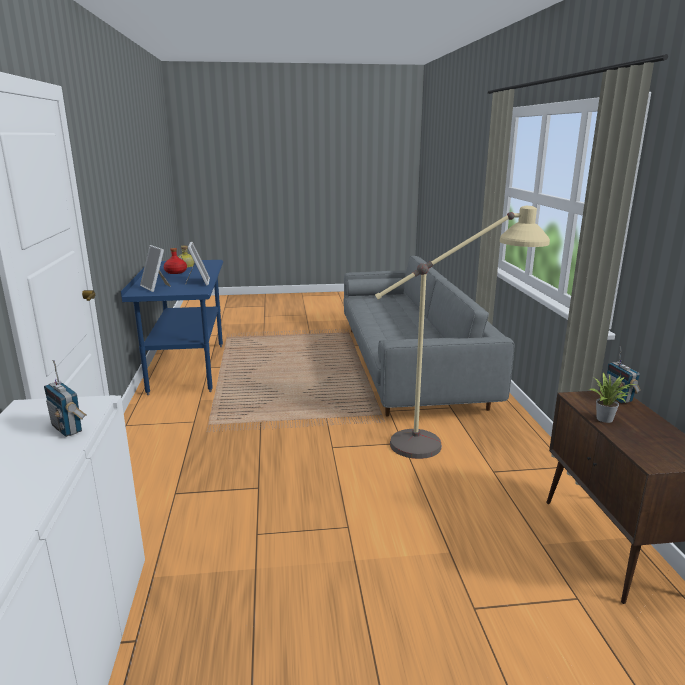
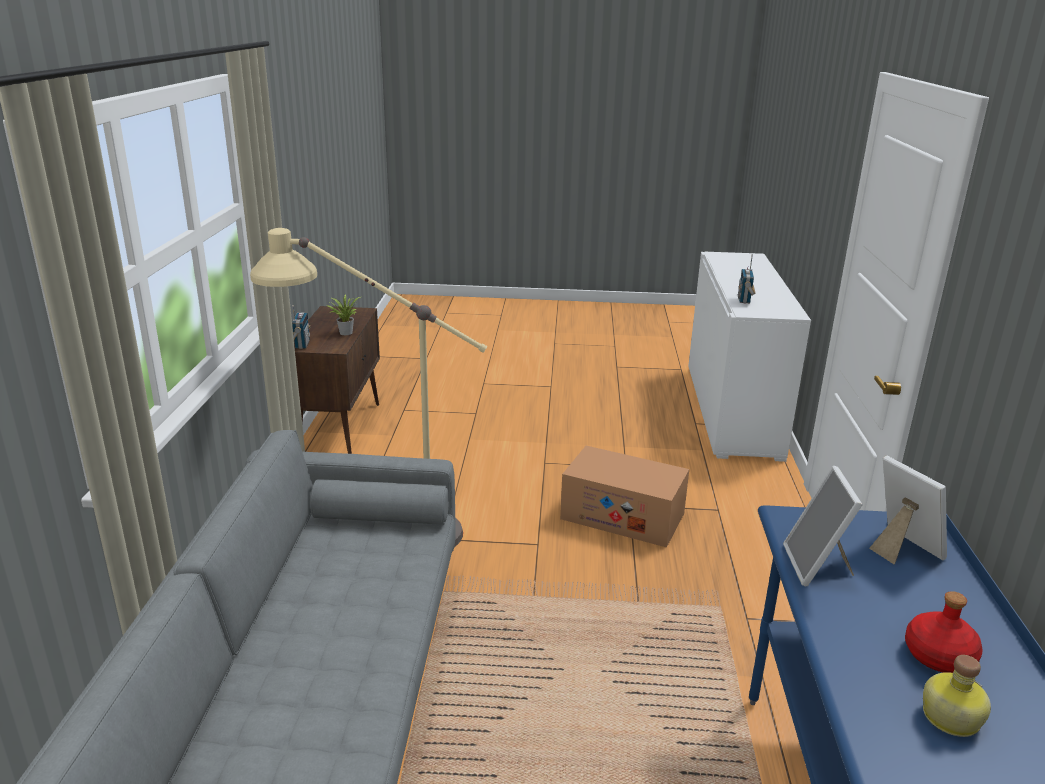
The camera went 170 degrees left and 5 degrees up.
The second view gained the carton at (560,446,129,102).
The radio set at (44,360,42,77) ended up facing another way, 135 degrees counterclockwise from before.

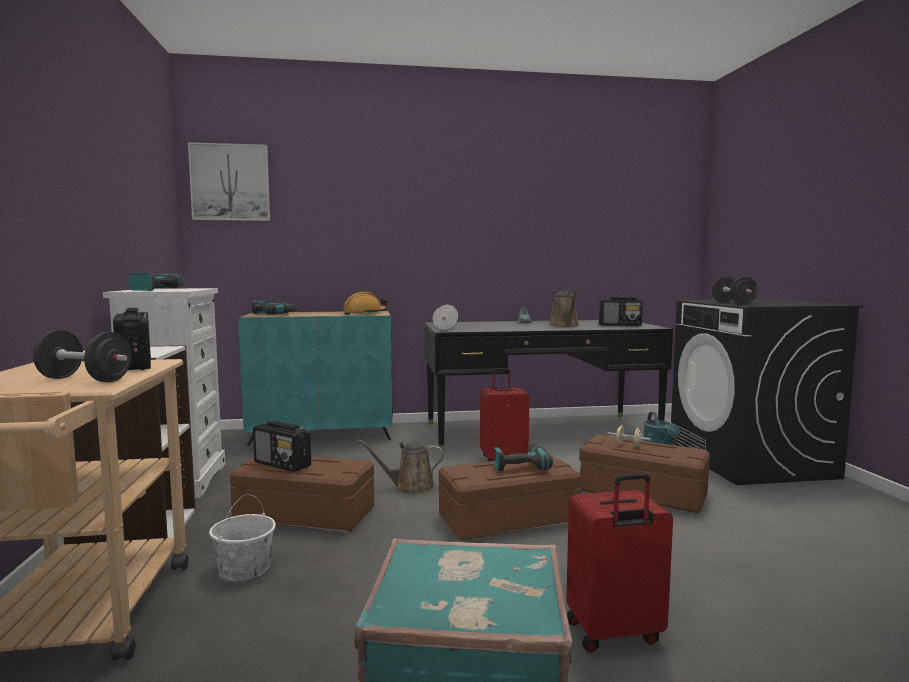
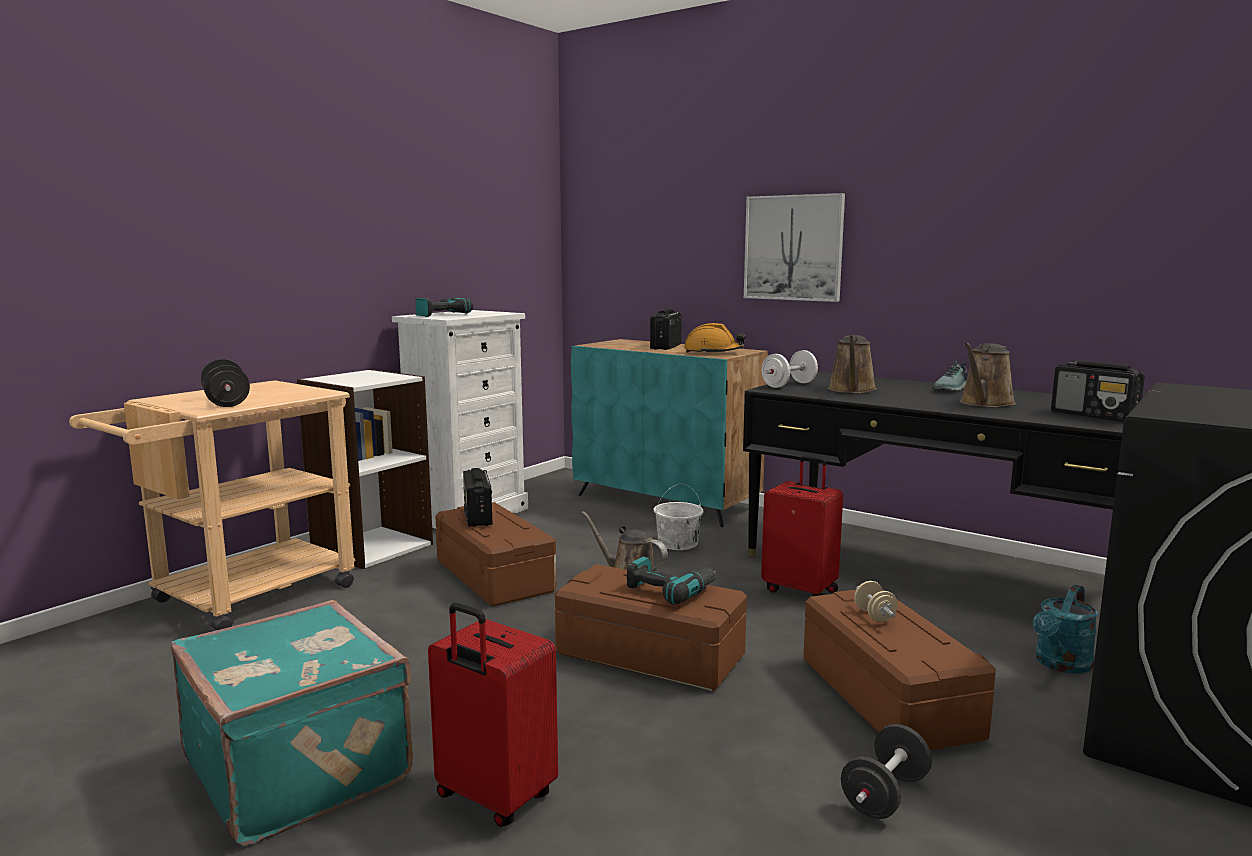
The camera went 45 degrees right and 5 degrees up.
The radio set ended up elsewhere, having gone from (113,308,38,63) to (650,309,32,41).
The white-coloured bucket ended up elsewhere, having gone from (209,494,67,87) to (654,483,50,67).
The wall picture ended up elsewhere, having gone from (188,142,82,79) to (744,193,101,109).
The second view gained the brown sprinkling can at (828,335,49,58).
The black-coloured hand weight ended up elsewhere, having gone from (712,276,46,28) to (841,724,91,95).
The second view lost the drill at (252,301,47,14).

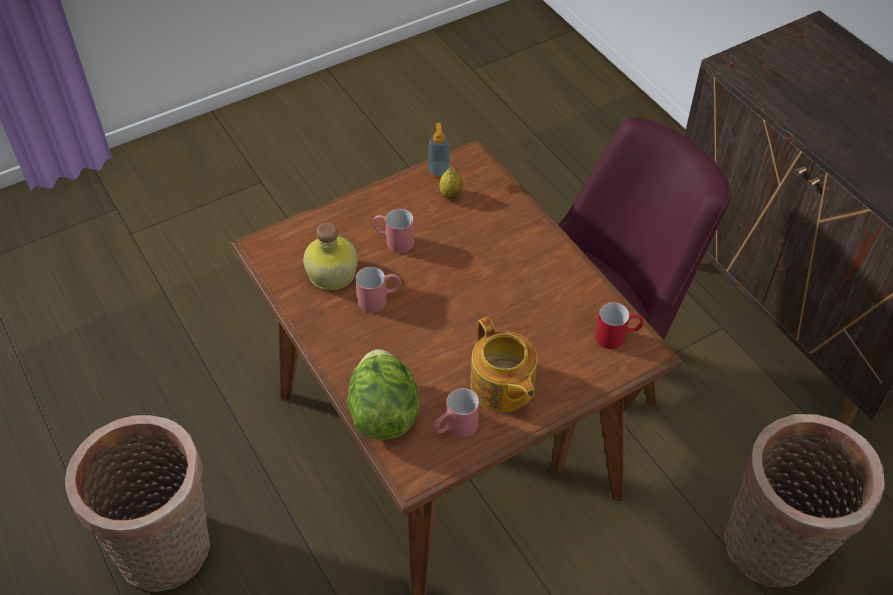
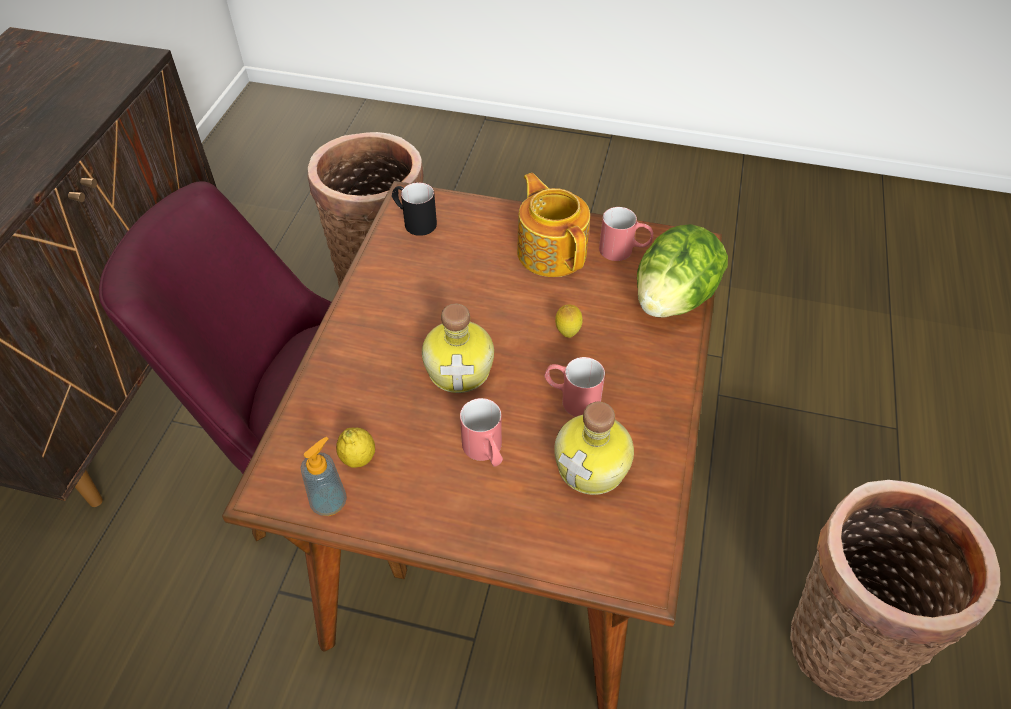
The camera went 135 degrees left and 0 degrees up.
What was the red-coloured tea mug at (595,302,49,47) turned into the black-coloured tea mug at (392,182,45,54).
The second view gained the bottle at (422,304,72,89).
The teapot at (470,317,67,95) ended up facing another way, 45 degrees counterclockwise from before.
The second view gained the citrus fruit at (555,304,28,34).

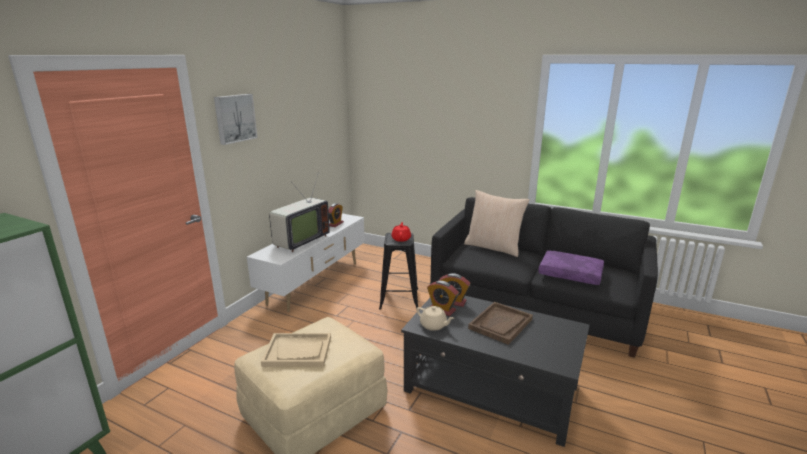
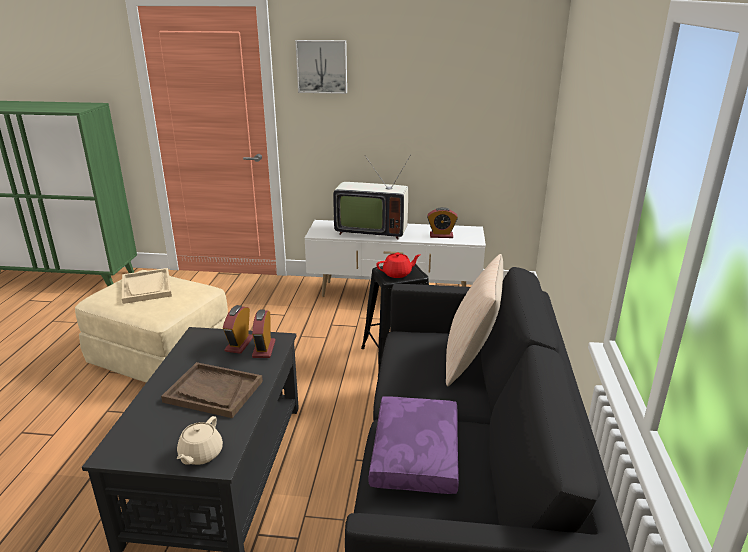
The camera went 70 degrees right and 5 degrees up.
The beige-coloured teapot ended up elsewhere, having gone from (416,306,38,25) to (177,416,46,49).

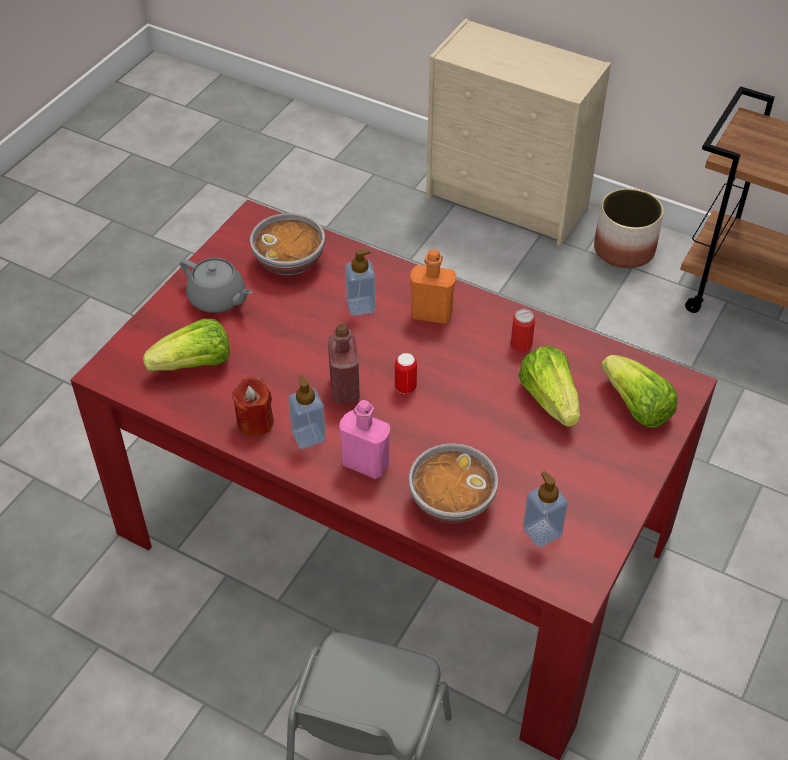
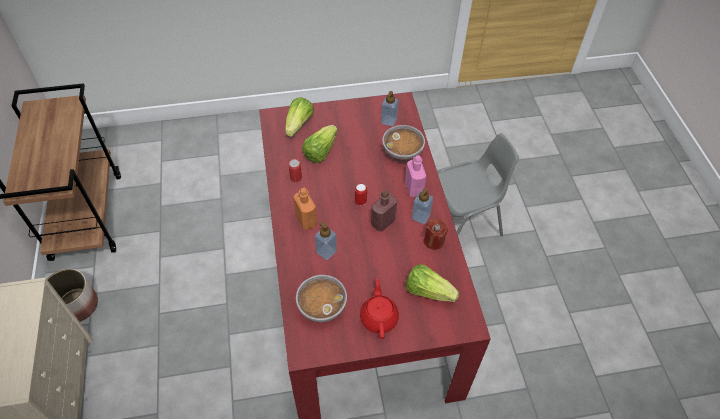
The camera went 130 degrees left and 5 degrees up.
What was the grey teapot at (180,258,73,55) turned into the red-coloured teapot at (360,278,39,61).

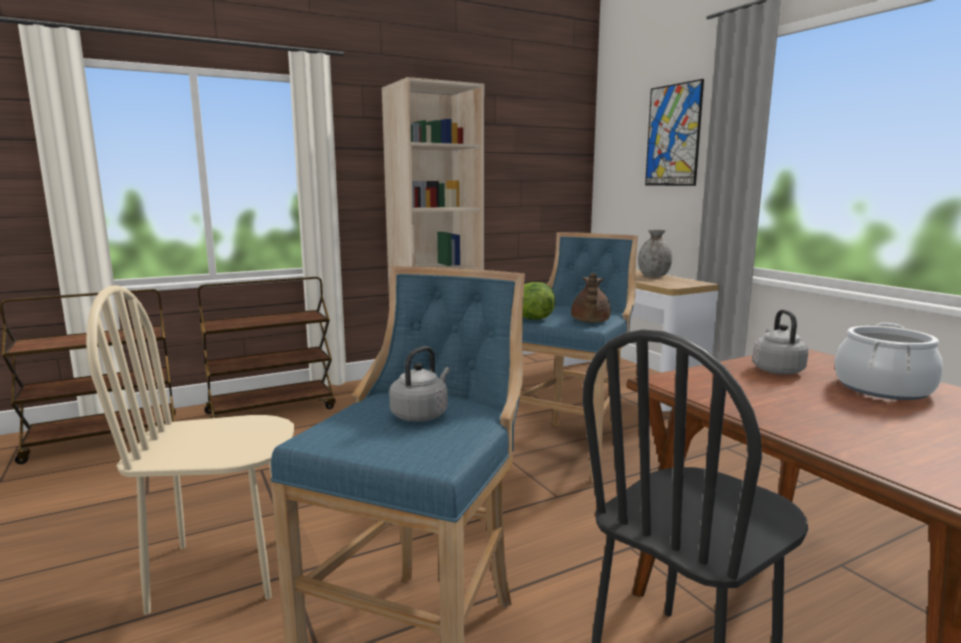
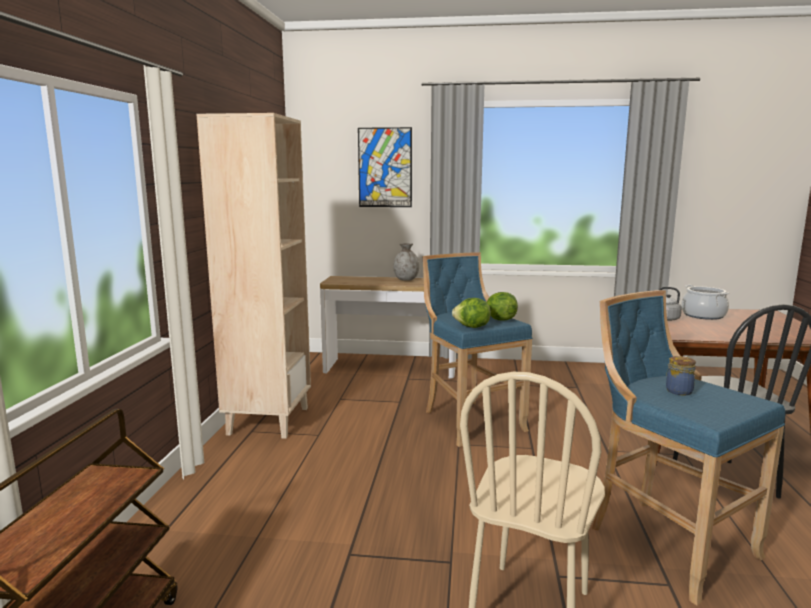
The camera went 55 degrees left and 0 degrees up.
Where the brown teapot stood at (571,273,40,50), the head of lettuce came to stand at (487,292,31,29).
Where the grey tea kettle stood at (389,346,61,76), the preserve jar came to stand at (666,356,30,39).
The second view lost the brown trolley at (198,277,137,141).

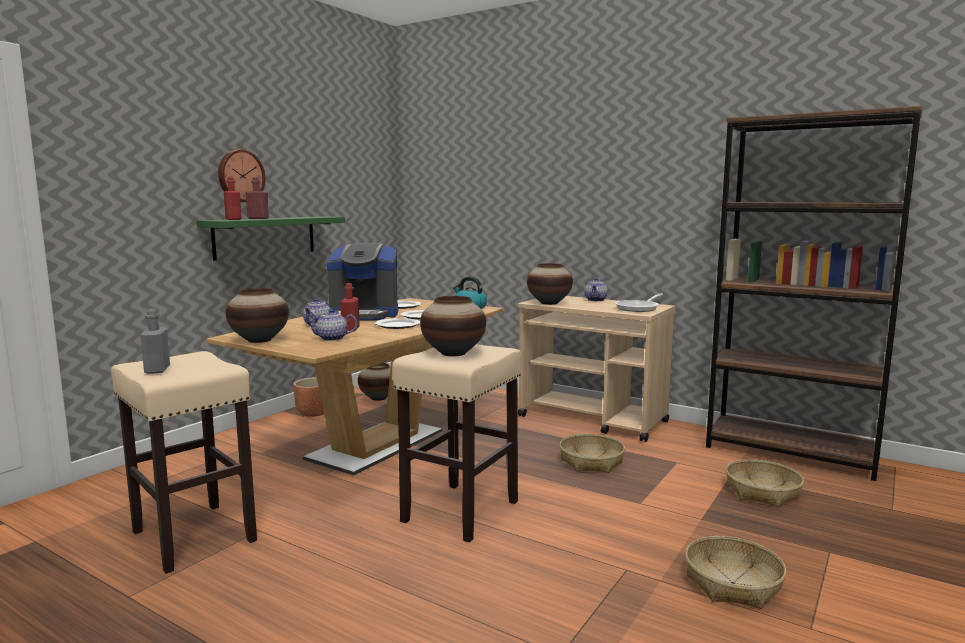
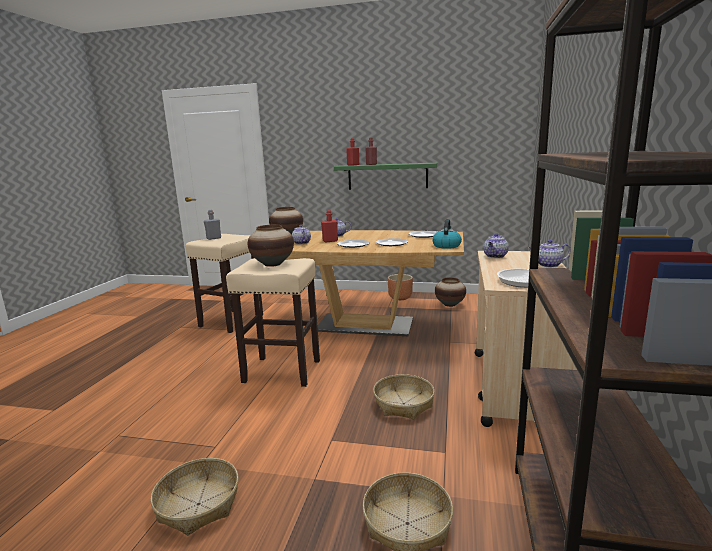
The camera went 70 degrees right and 5 degrees up.
Where the vase stood at (527,263,46,42), the teapot came to stand at (483,233,26,25).
The second view lost the wall clock at (218,150,48,52).
The second view lost the coffee brewer at (327,243,71,77).

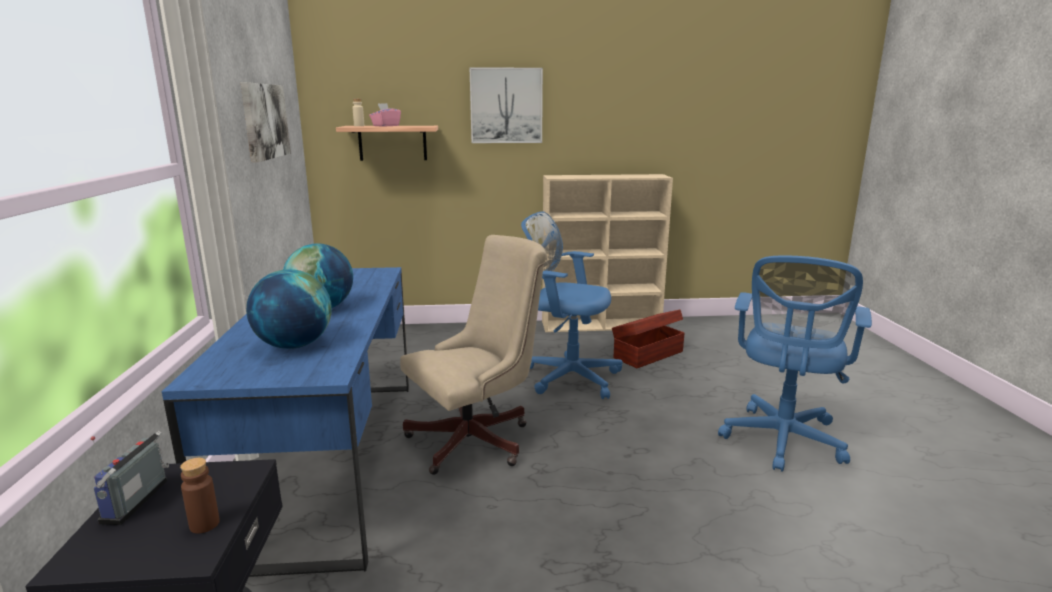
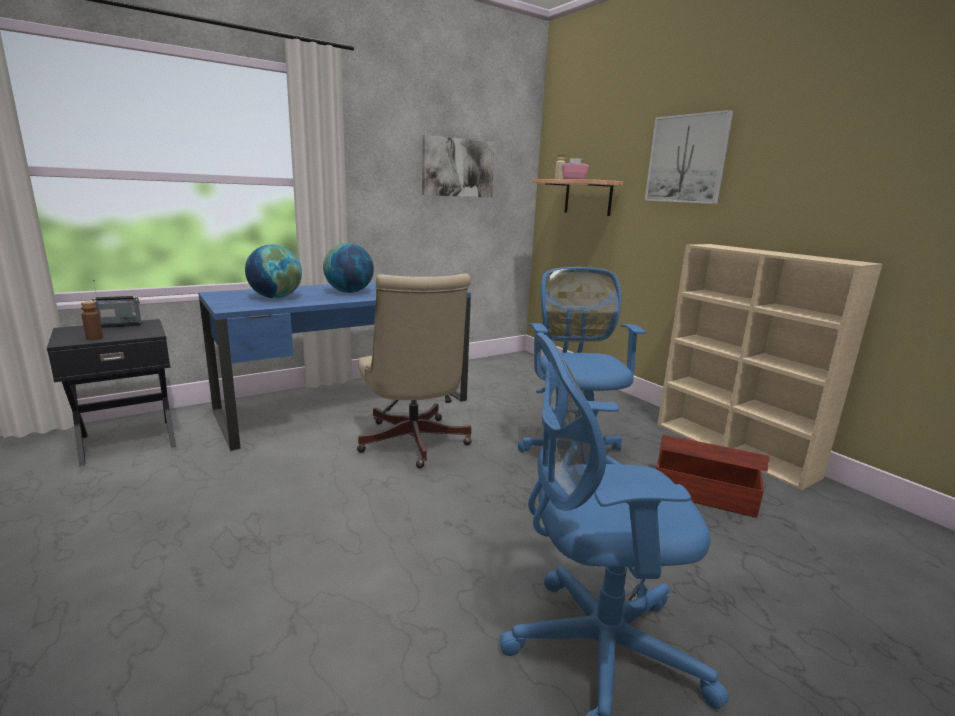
The camera went 60 degrees right and 0 degrees up.
The beige-coloured computer chair at (400,235,147,240) ended up facing another way, 45 degrees clockwise from before.

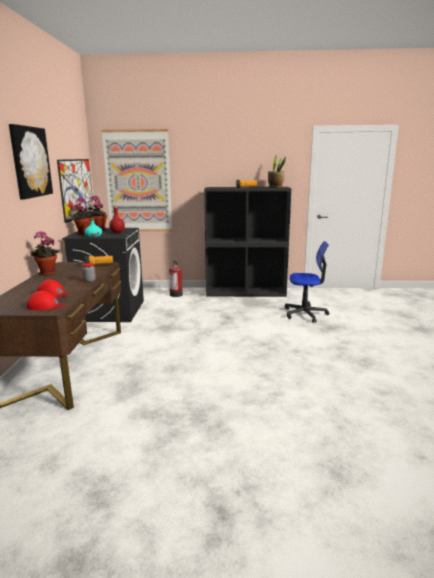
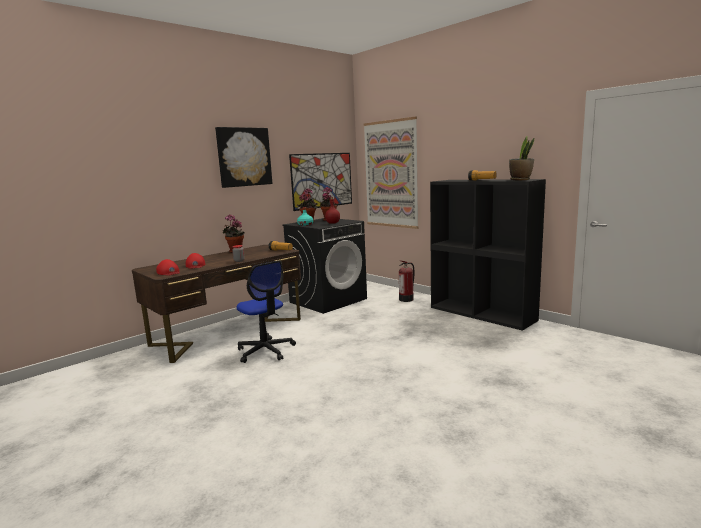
The camera went 45 degrees right and 5 degrees down.
The computer chair ended up elsewhere, having gone from (285,241,45,82) to (236,260,60,103).

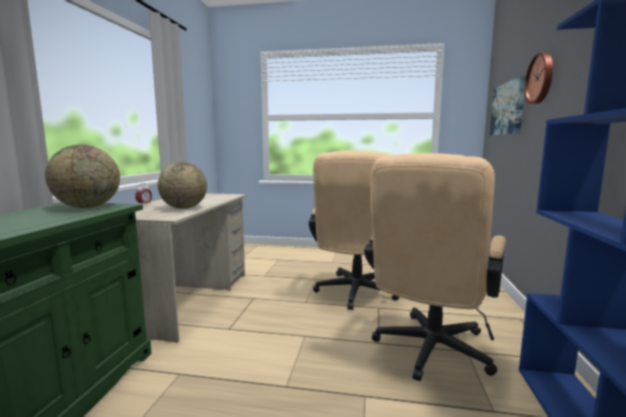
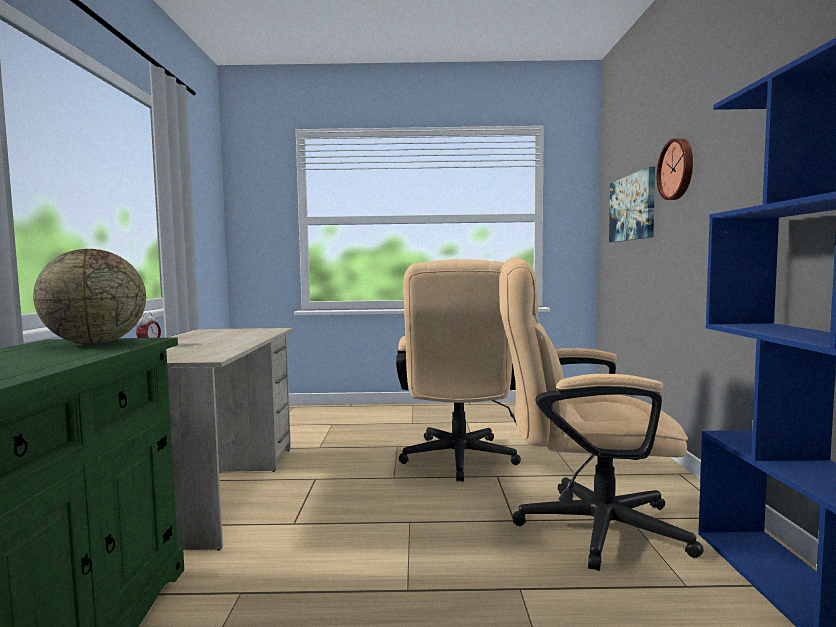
The camera went 10 degrees left and 5 degrees down.
The beige-coloured computer chair at (364,153,142,228) ended up facing another way, 75 degrees clockwise from before.
The second view lost the desk globe at (158,162,49,47).

